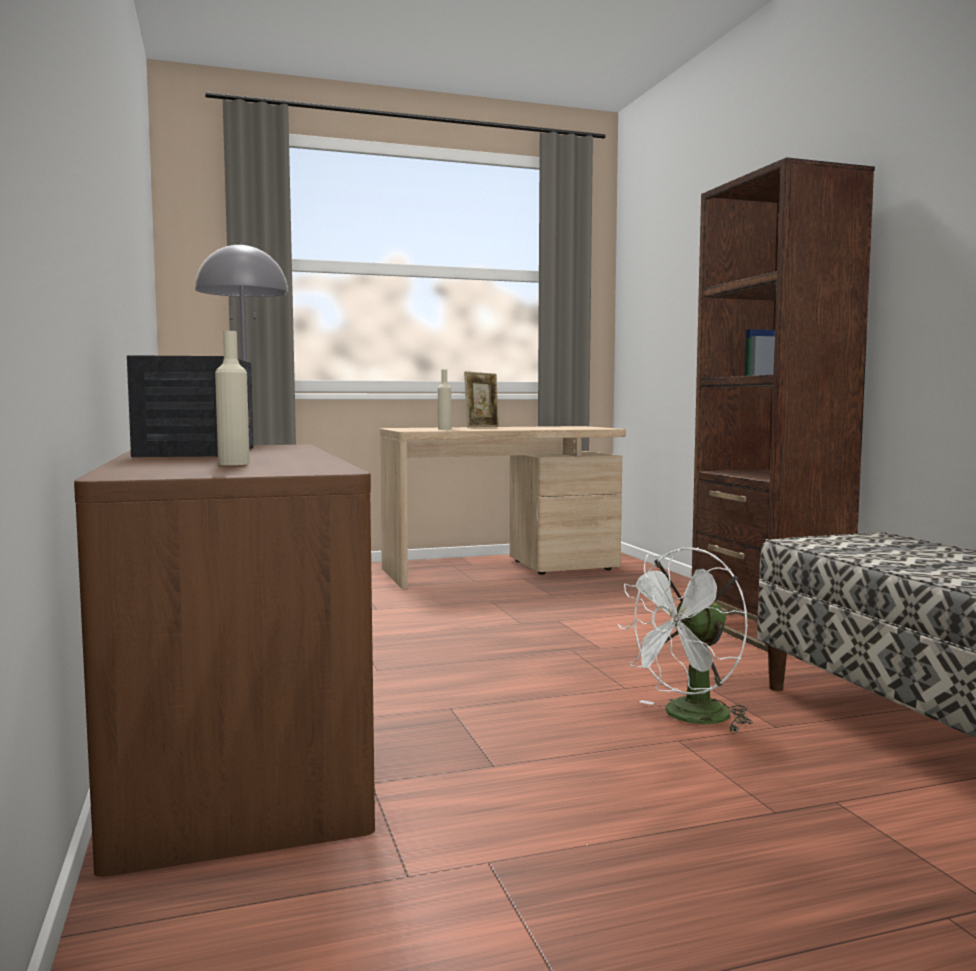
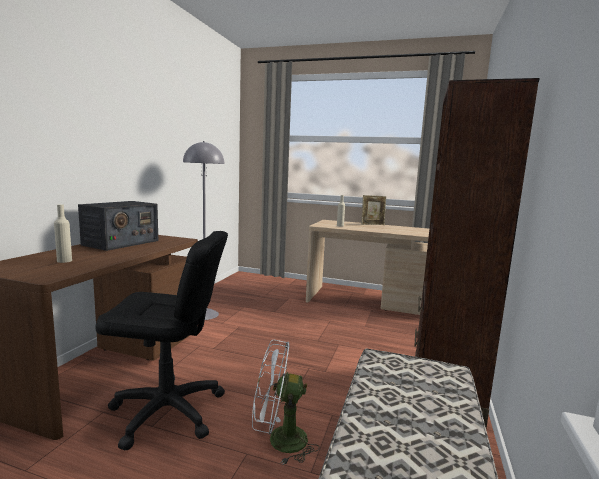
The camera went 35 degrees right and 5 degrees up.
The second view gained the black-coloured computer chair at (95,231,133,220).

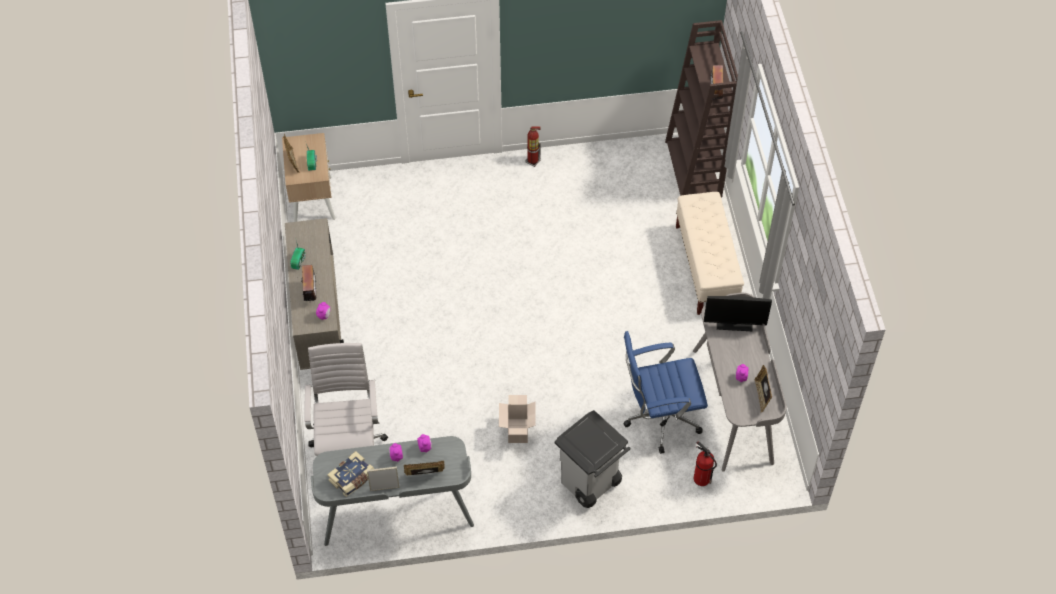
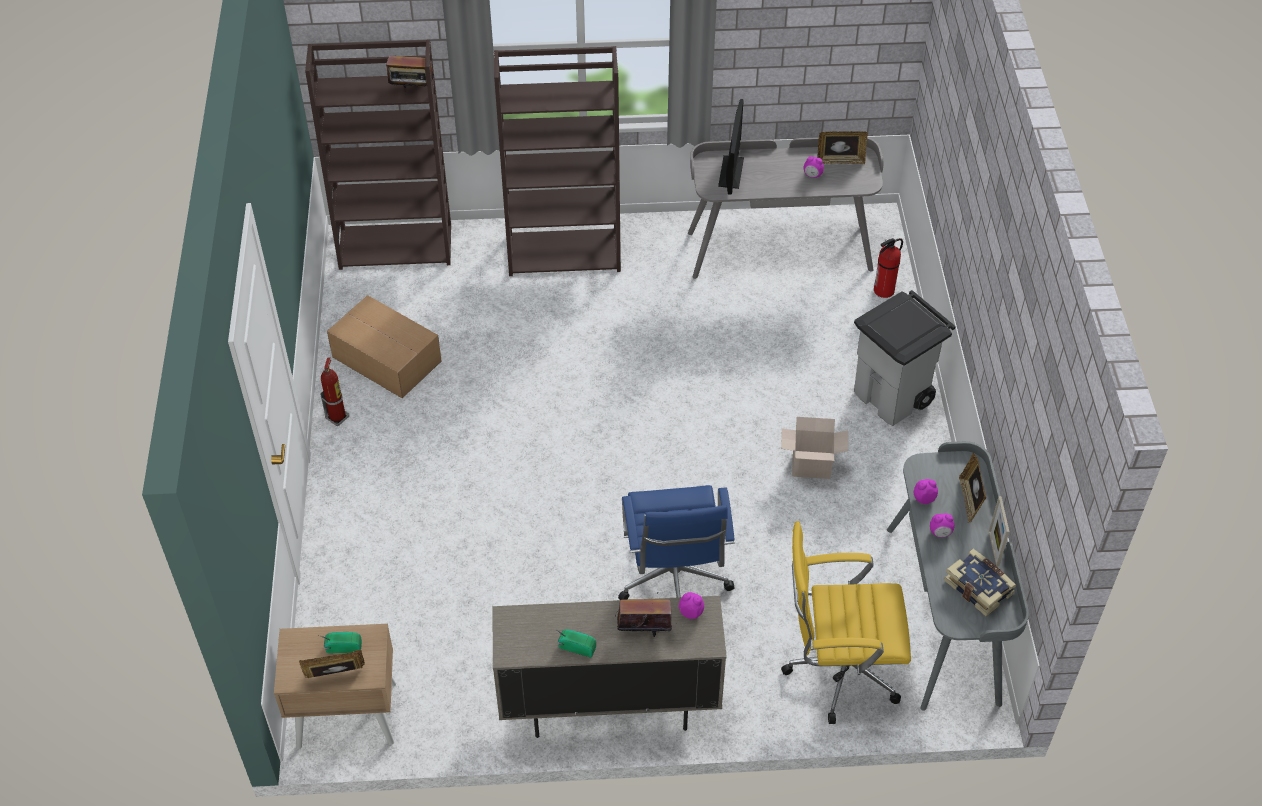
The camera went 85 degrees left and 5 degrees down.
The second view gained the carton at (327,295,115,103).
Where the beige-coloured bench stood at (676,192,68,123), the brown shelving unit came to stand at (494,46,127,230).
The blue computer chair ended up elsewhere, having gone from (623,331,85,123) to (618,485,117,115).
What was the white-coloured computer chair at (304,343,84,113) turned into the yellow computer chair at (781,521,130,203).

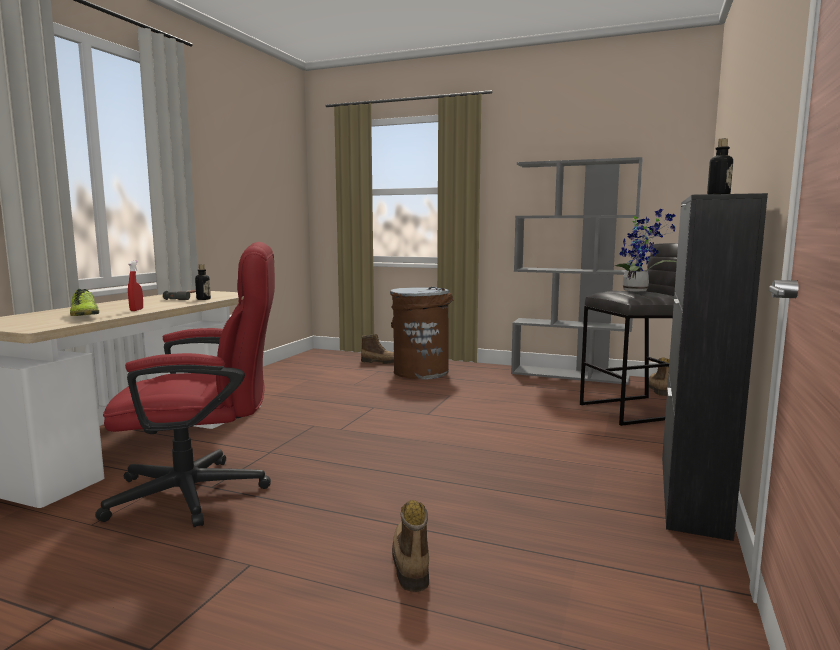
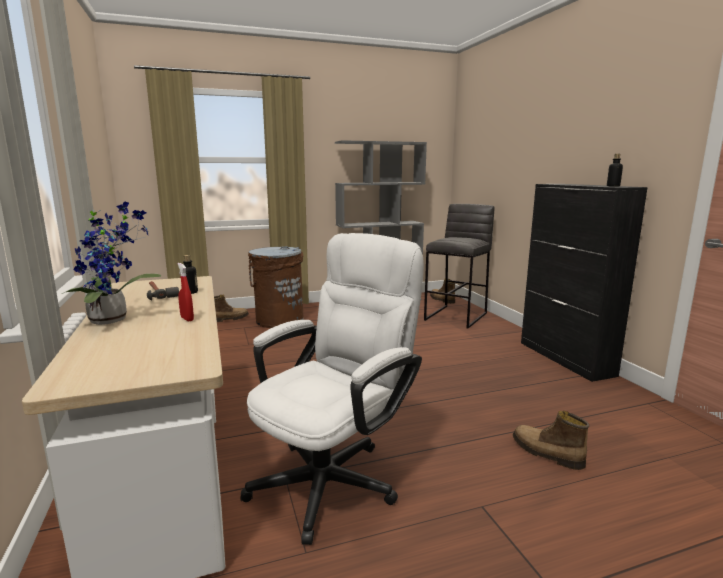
The camera went 40 degrees left and 5 degrees up.
The potted plant ended up elsewhere, having gone from (615,208,62,84) to (62,201,99,124).
What was the red-coloured computer chair at (95,242,180,285) turned into the white-coloured computer chair at (241,233,183,312).
The second view lost the item of footwear at (70,289,29,27).

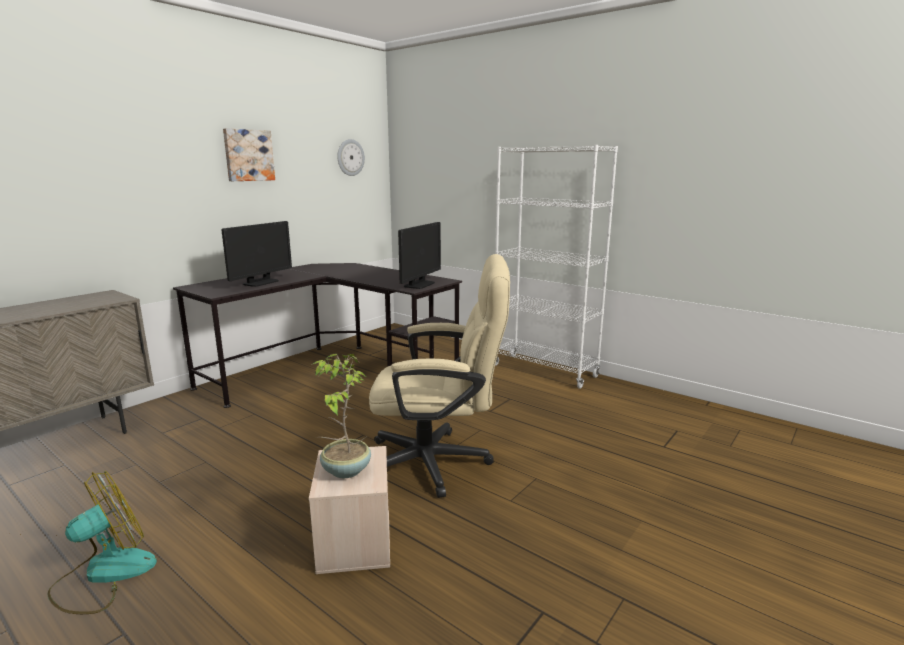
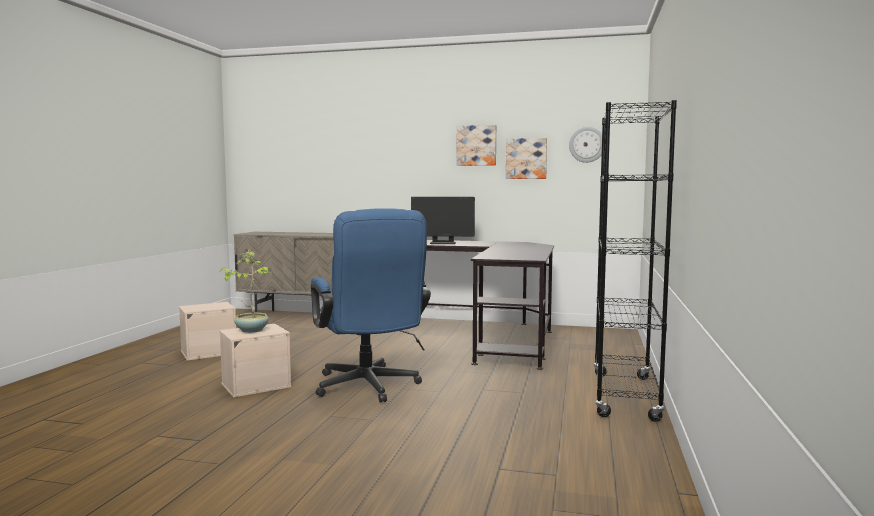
The camera went 65 degrees right and 10 degrees down.
Where the fan stood at (48,471,109,143), the beige-coloured storage box came to stand at (179,302,57,59).
What was the beige-coloured computer chair at (369,254,141,244) turned into the blue computer chair at (311,208,120,195).
The second view gained the wall picture at (506,138,41,41).
What was the white-coloured shelving unit at (495,145,123,244) turned into the black-coloured shelving unit at (593,100,84,322).
The second view lost the computer display at (398,222,43,67).

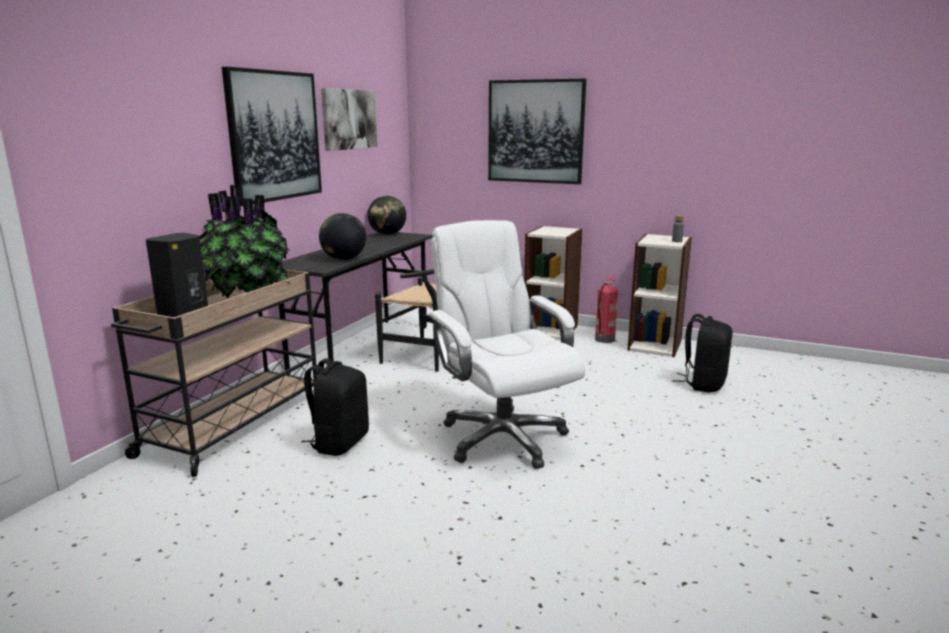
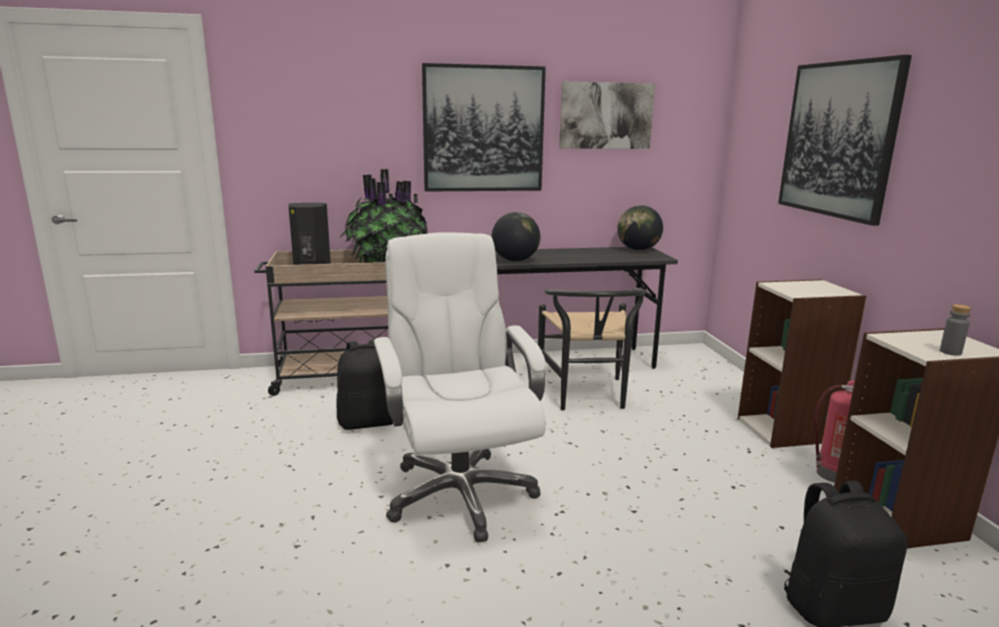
The camera went 55 degrees right and 0 degrees up.
The white-coloured computer chair at (428,220,157,249) ended up facing another way, 45 degrees counterclockwise from before.

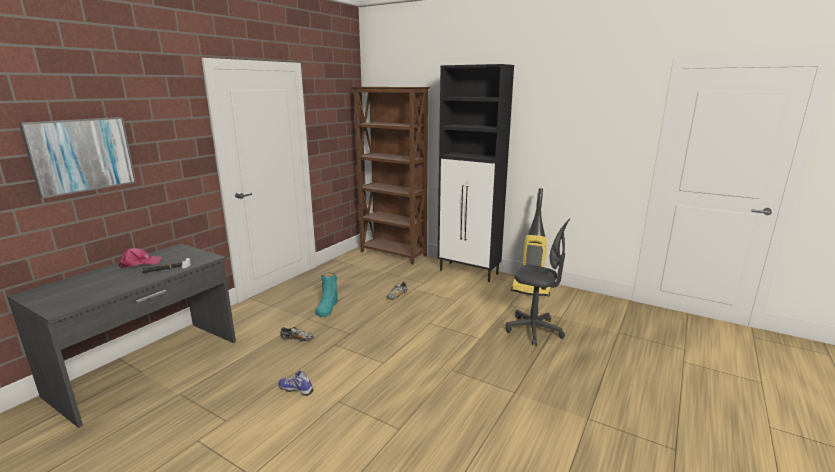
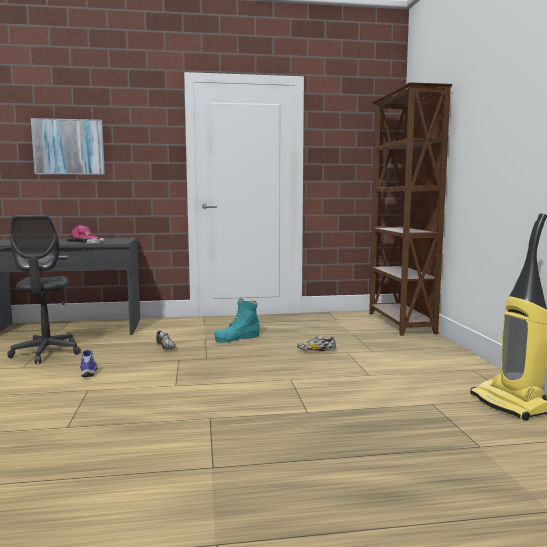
The camera went 50 degrees right and 10 degrees down.
The grey computer chair ended up elsewhere, having gone from (506,218,64,128) to (7,215,74,149).
The second view lost the black-coloured cabinet at (438,64,76,218).

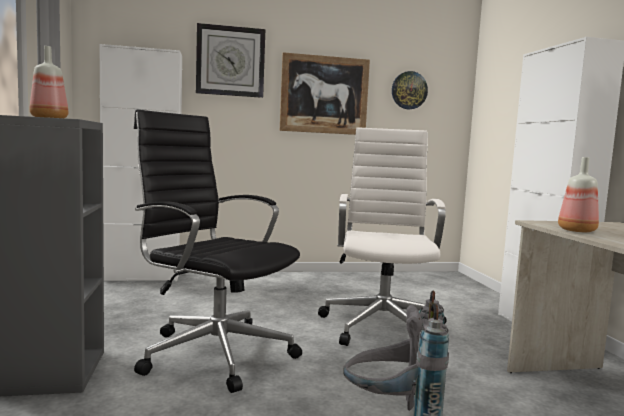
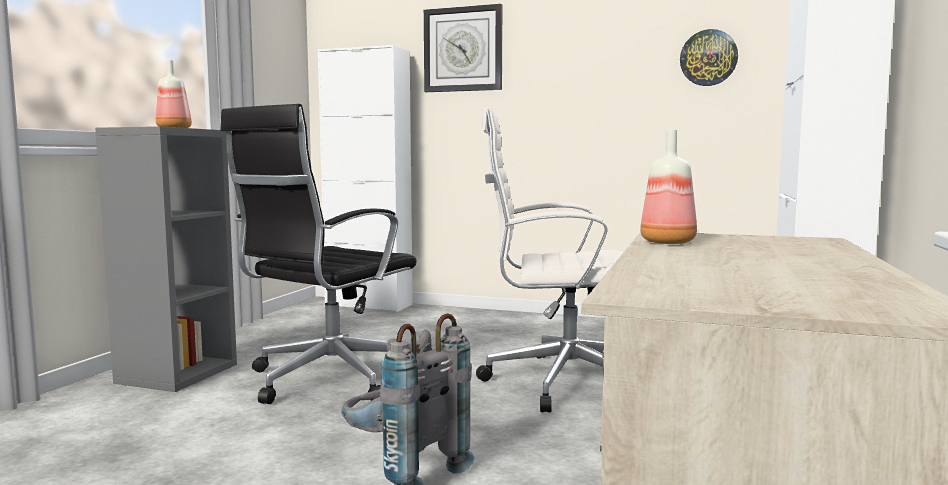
The camera went 30 degrees right and 0 degrees up.
The black-coloured computer chair at (134,110,168,283) ended up facing another way, 120 degrees counterclockwise from before.
The white-coloured computer chair at (318,127,129,219) ended up facing another way, 120 degrees counterclockwise from before.
The second view lost the wall picture at (280,52,90,83).

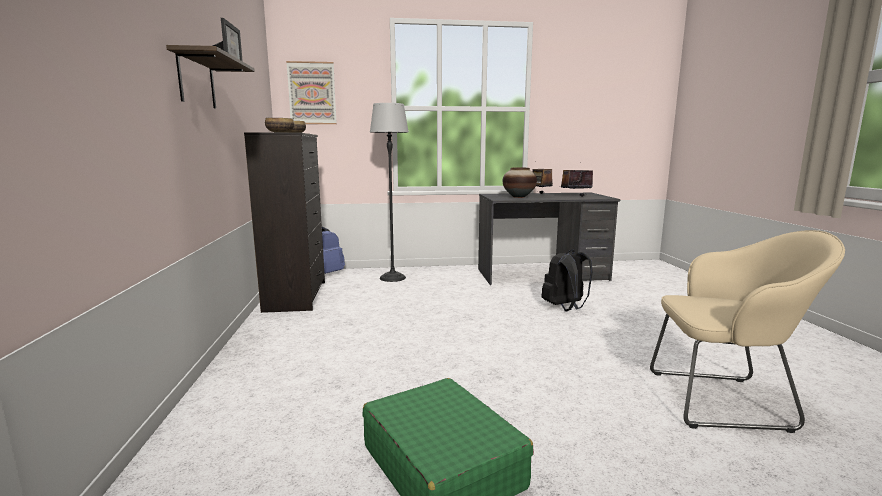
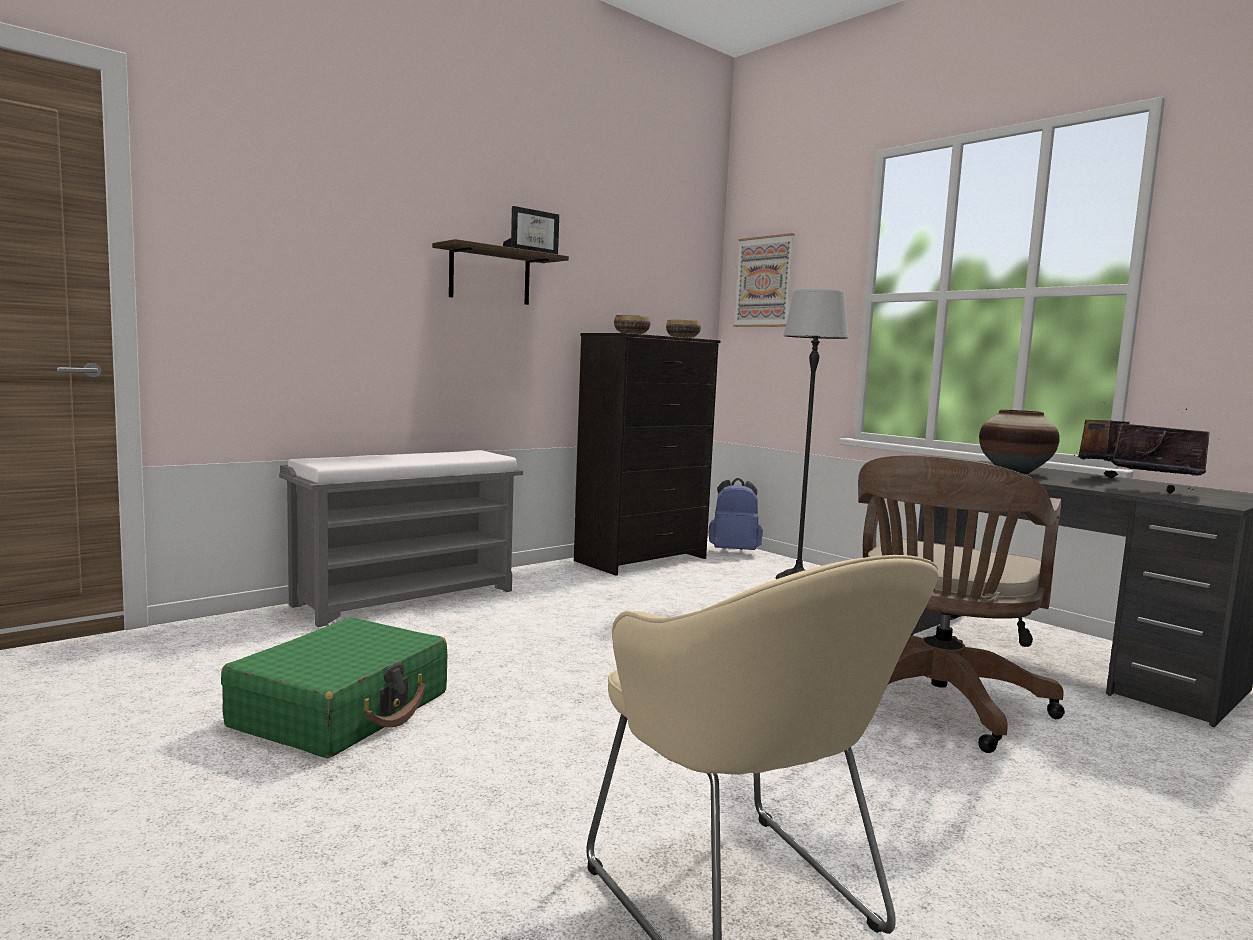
The camera went 55 degrees right and 5 degrees down.
The second view gained the grey bench at (279,450,244,177).
Where the black-coloured rucksack stood at (541,249,52,62), the brown computer chair came to stand at (858,455,207,298).

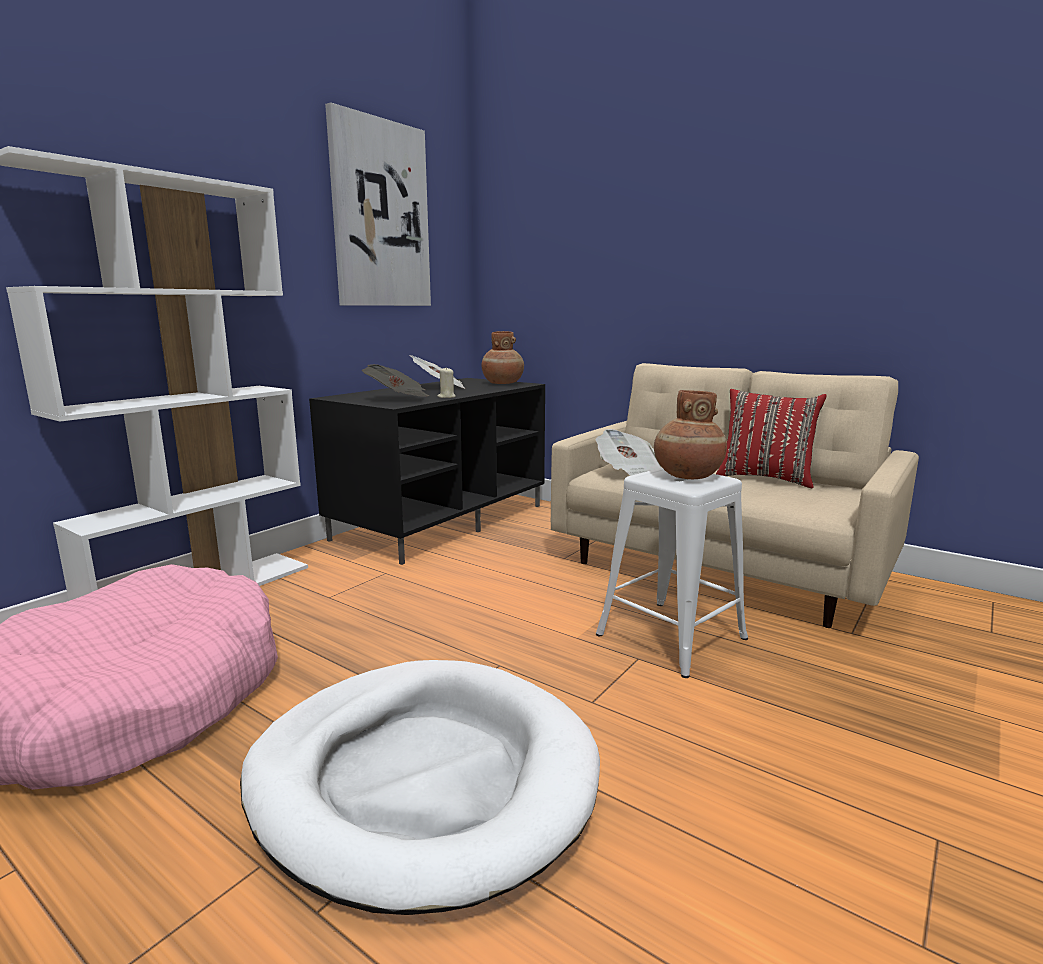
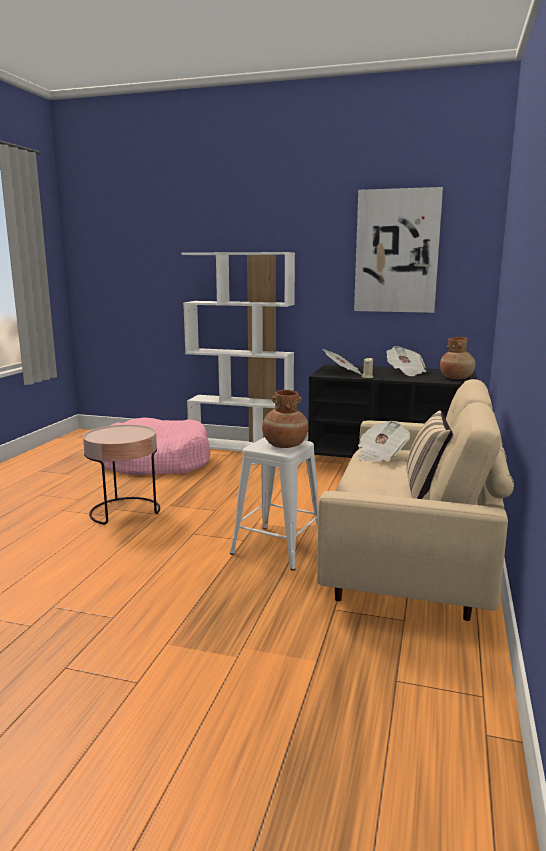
The camera went 70 degrees right and 0 degrees up.
Where the white-coloured pet bed stood at (240,660,360,255), the pink-coloured side table came to stand at (83,425,77,100).
What was the red-coloured cushion at (716,389,111,100) turned into the beige-coloured cushion at (406,410,47,89).

